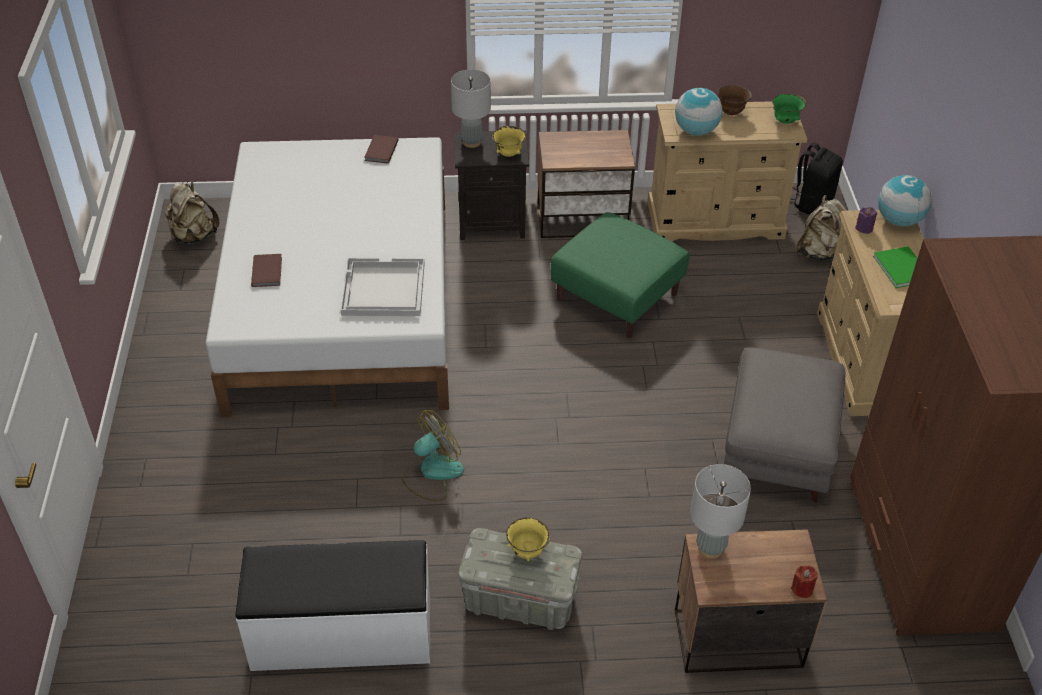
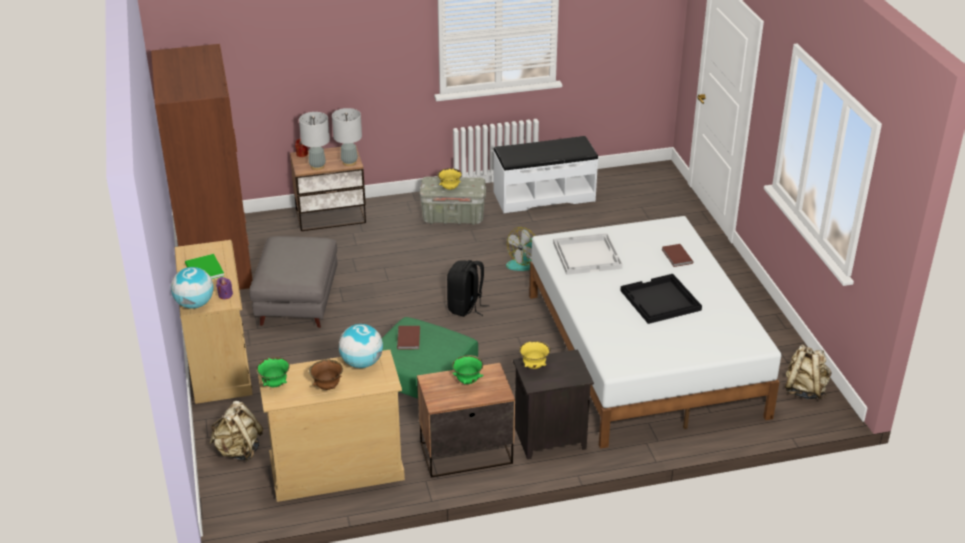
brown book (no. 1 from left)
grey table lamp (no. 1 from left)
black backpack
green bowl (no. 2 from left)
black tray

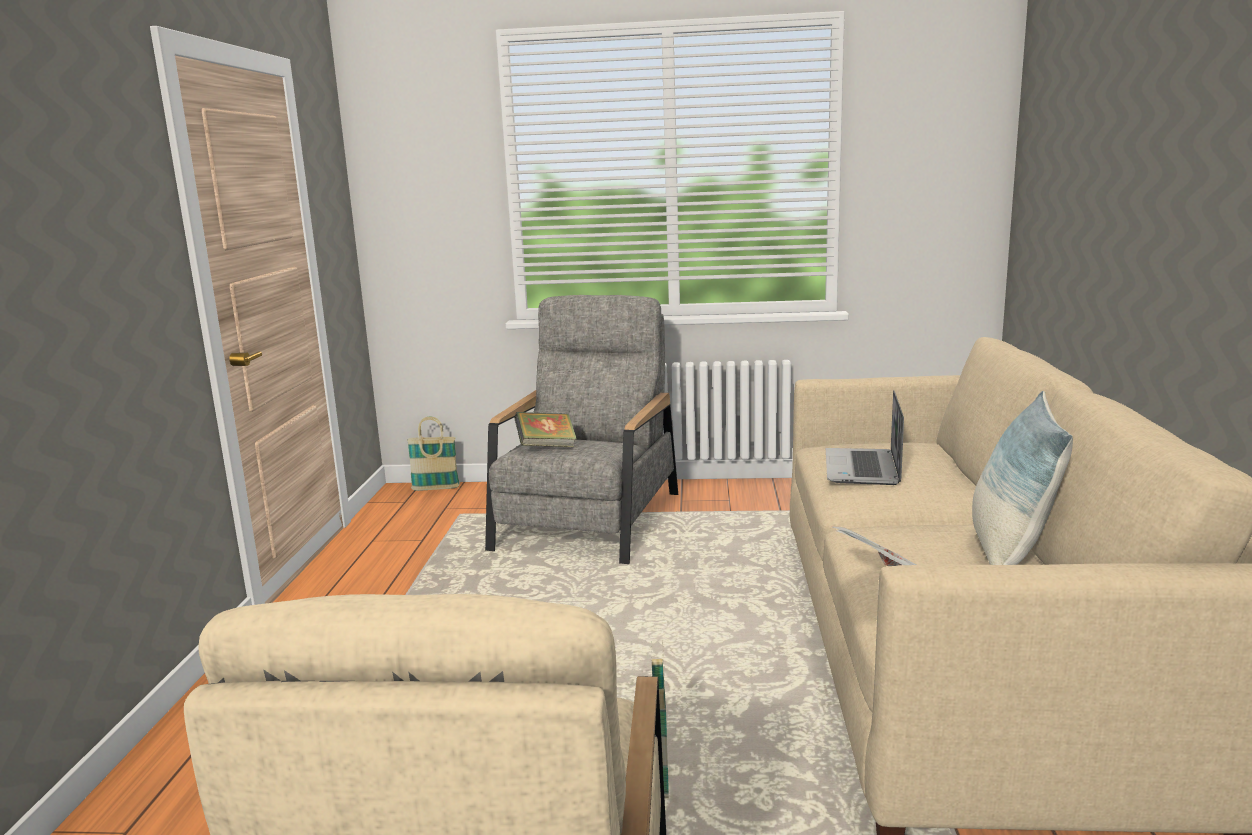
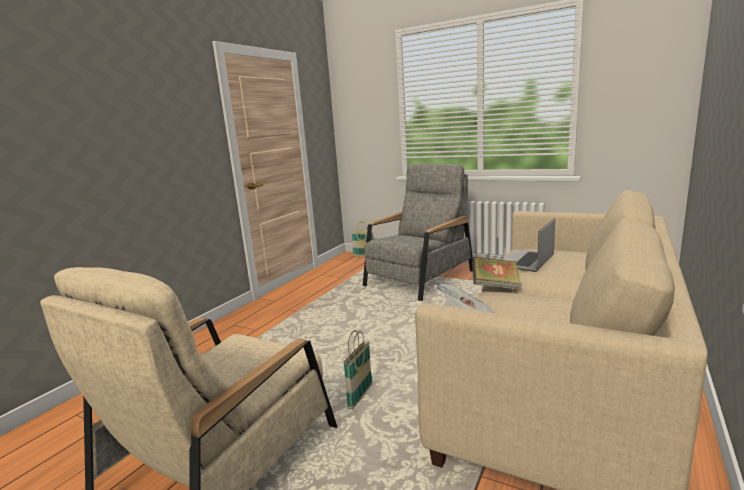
book
pillow

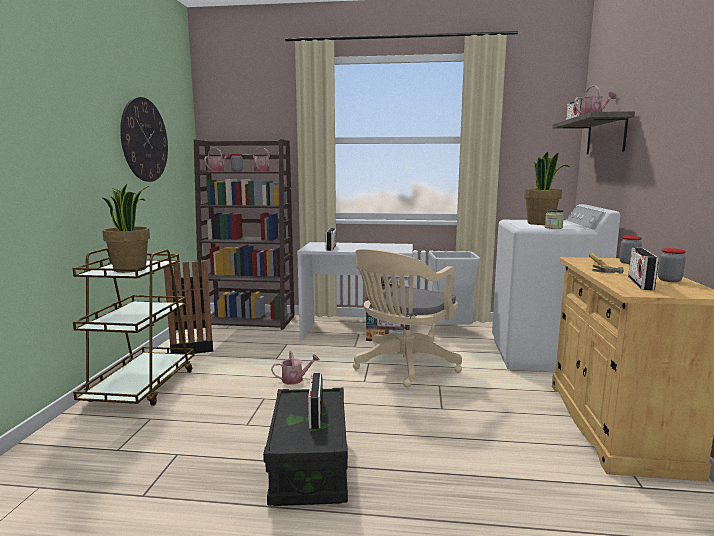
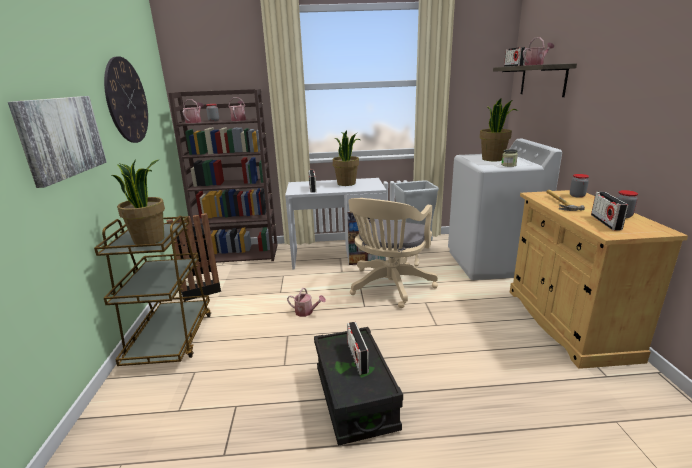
watering can (no. 3 from left)
picture
potted plant (no. 2 from left)

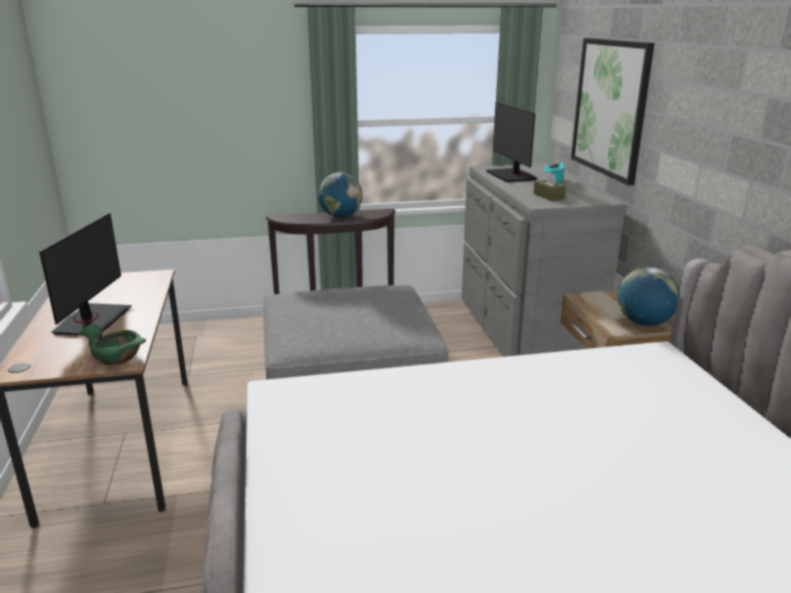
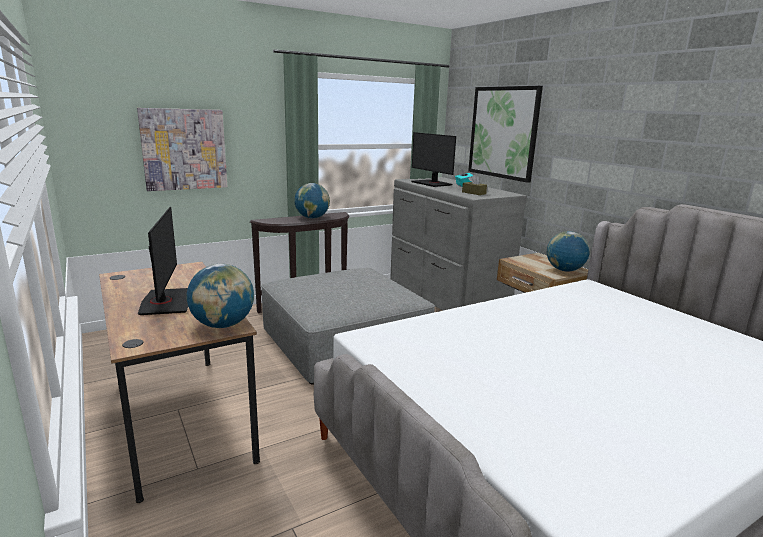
globe (no. 1 from left)
picture (no. 1 from left)

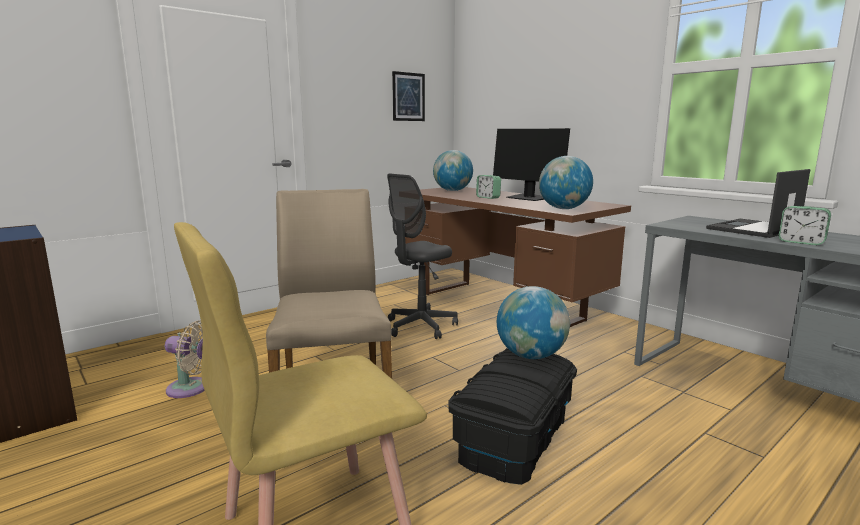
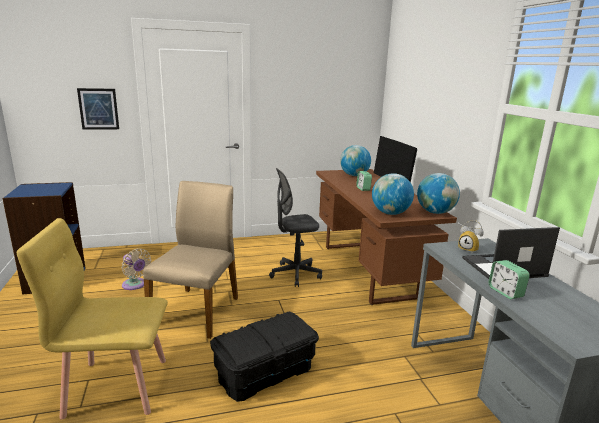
picture
globe (no. 3 from left)
alarm clock (no. 2 from left)

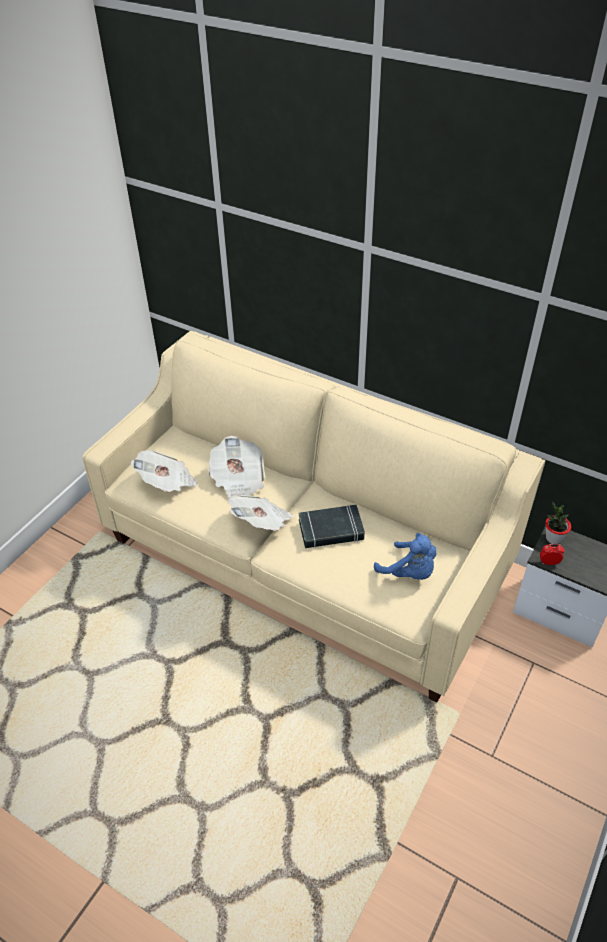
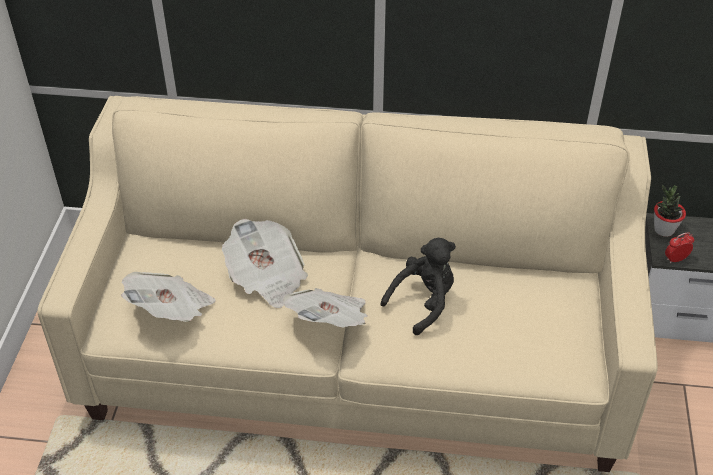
black plush toy
blue plush toy

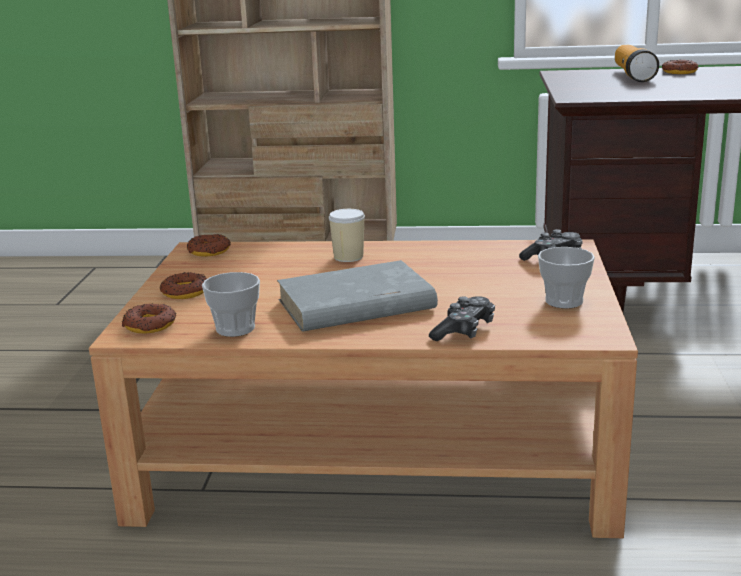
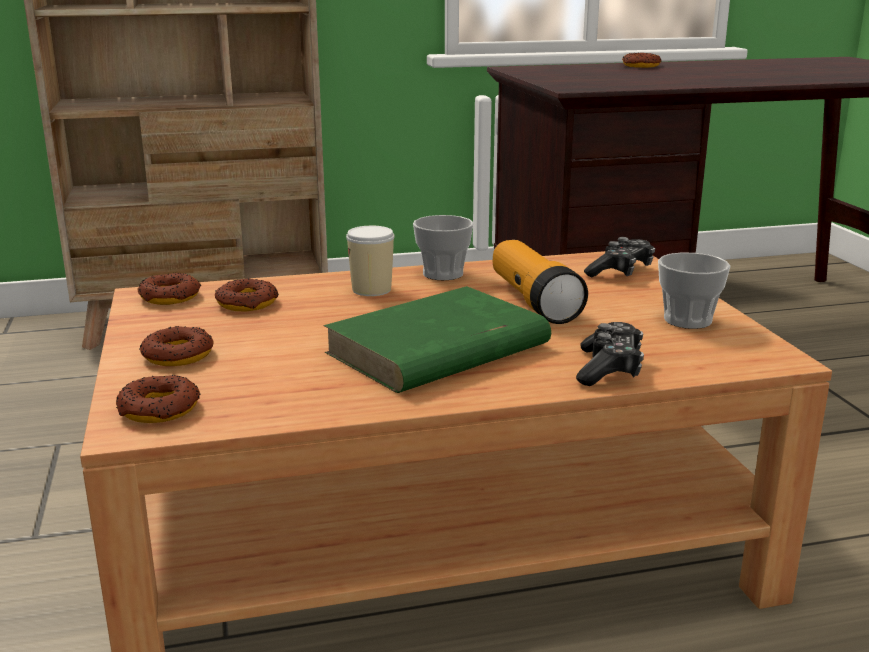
cup (no. 2 from left)
green book
flashlight
donut (no. 4 from left)

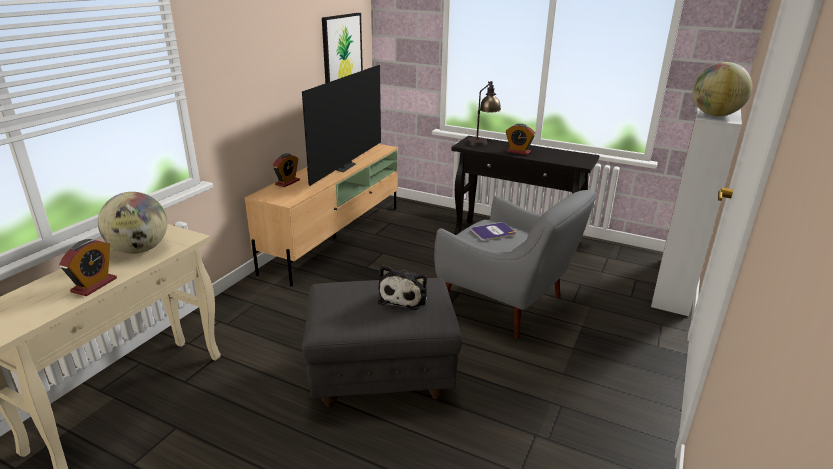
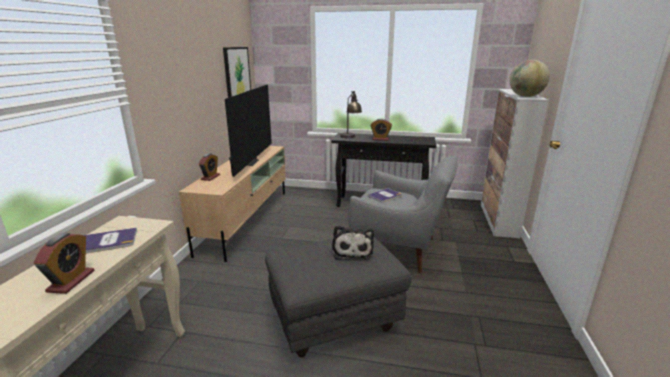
book (no. 1 from left)

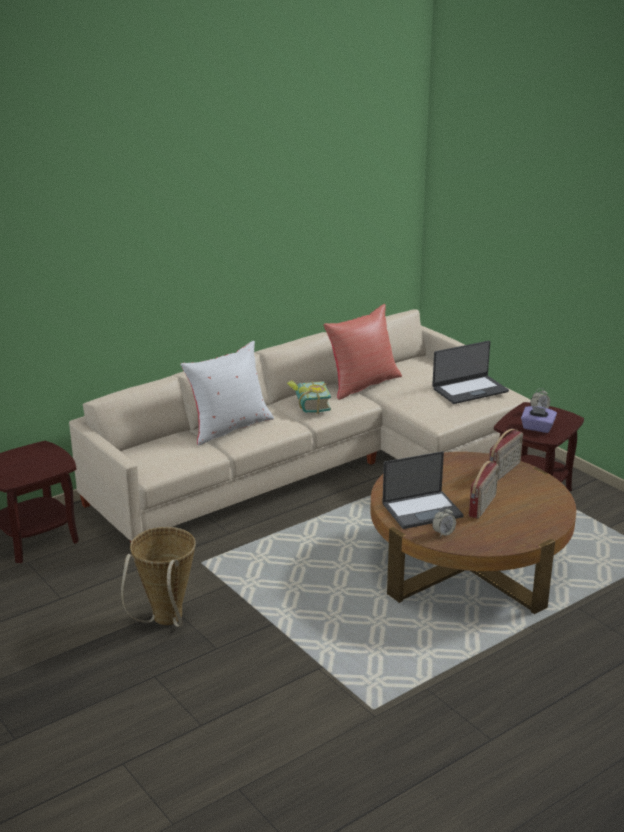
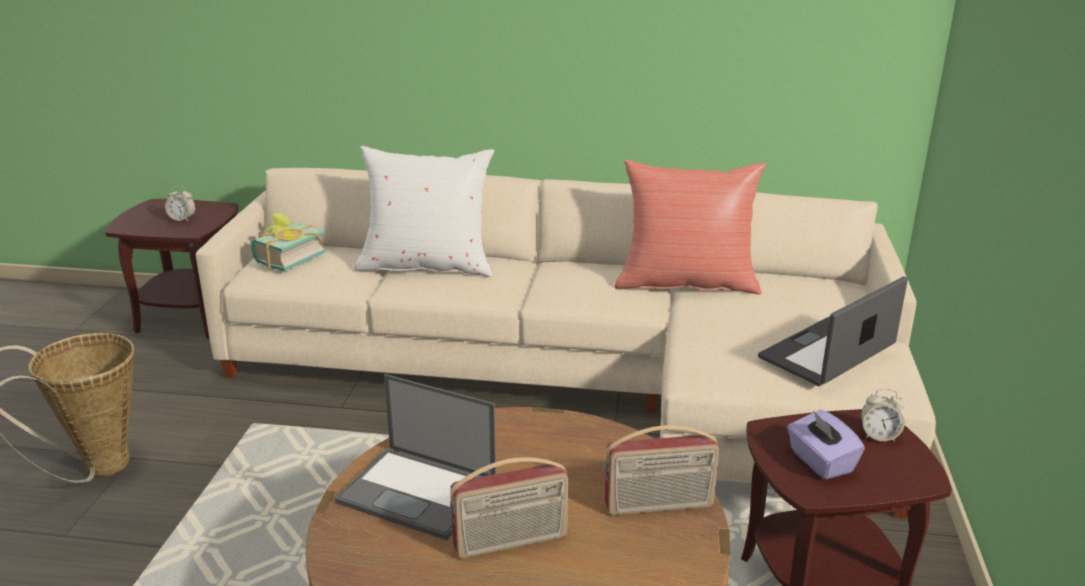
book
laptop (no. 2 from left)
alarm clock (no. 1 from left)

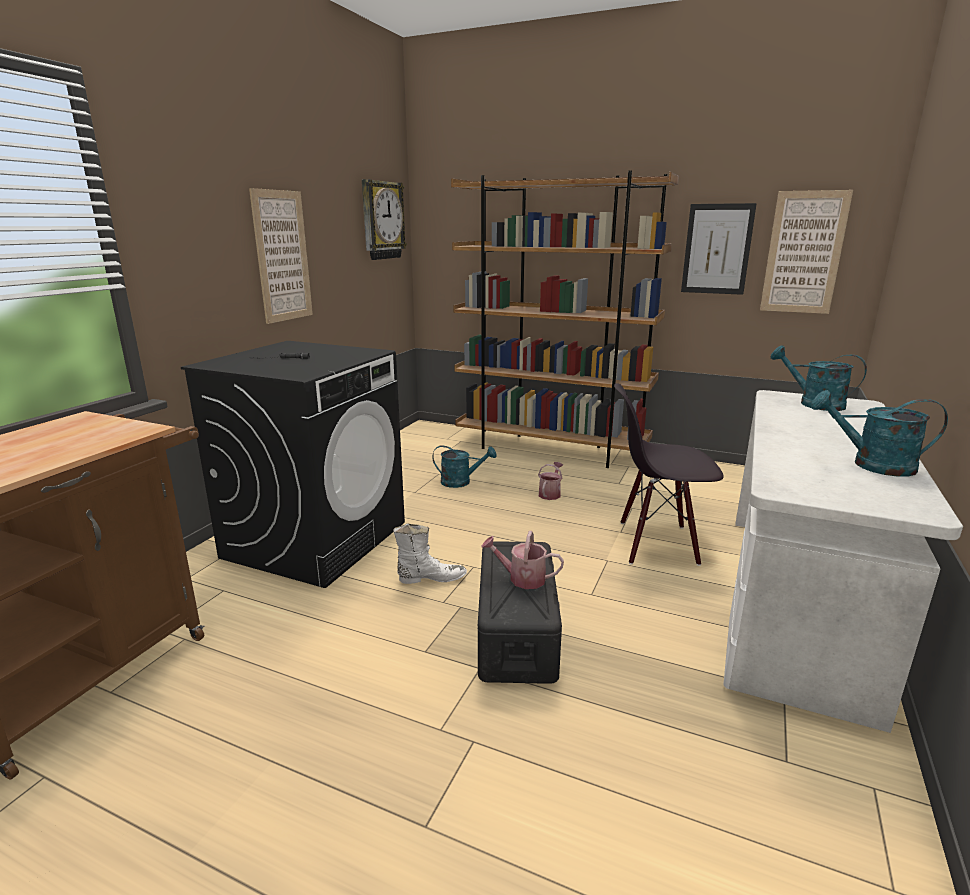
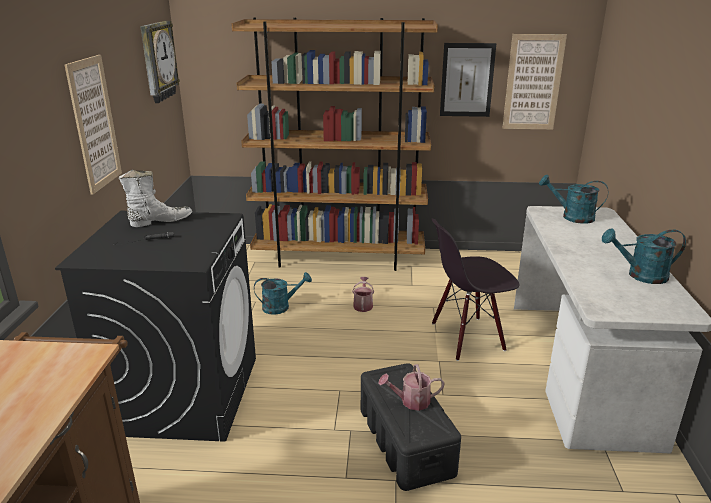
white boot

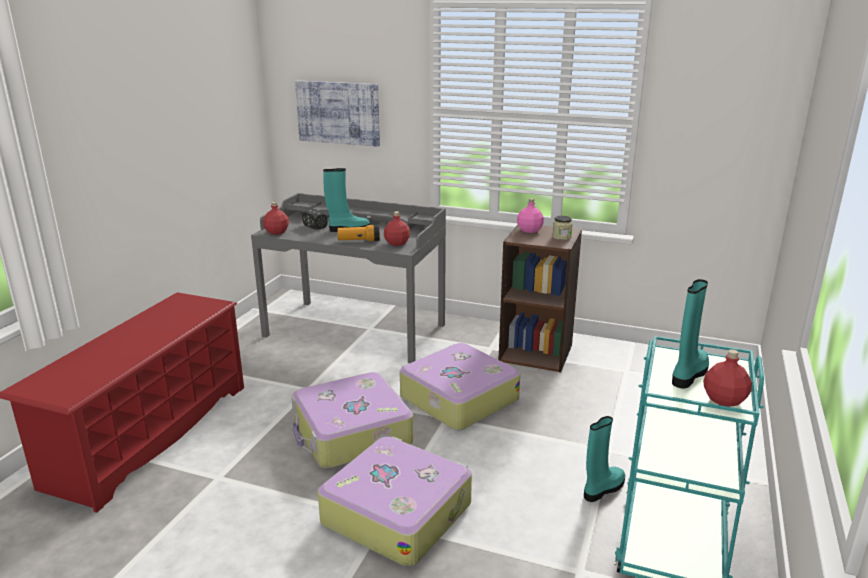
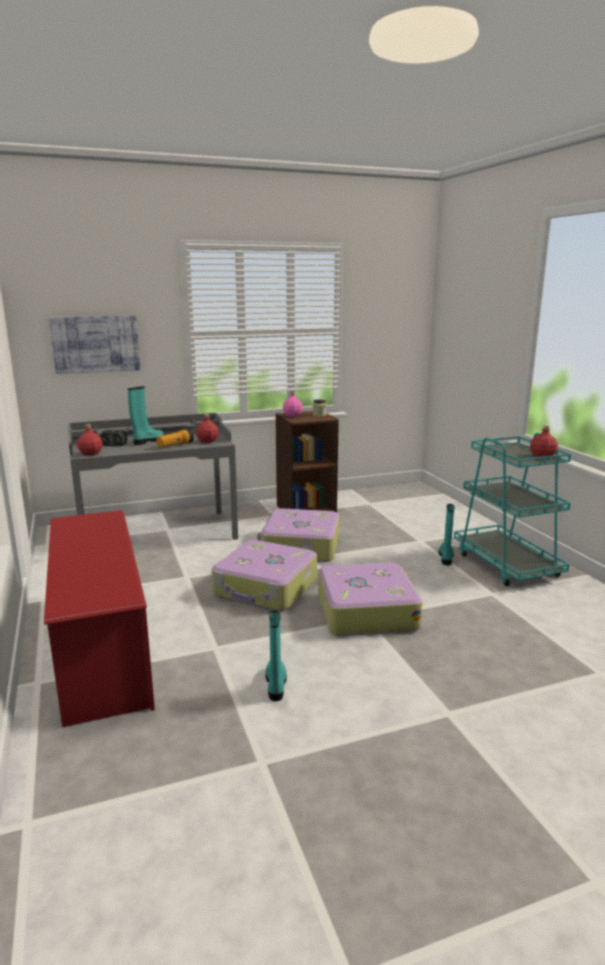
turquoise boot (no. 2 from left)

